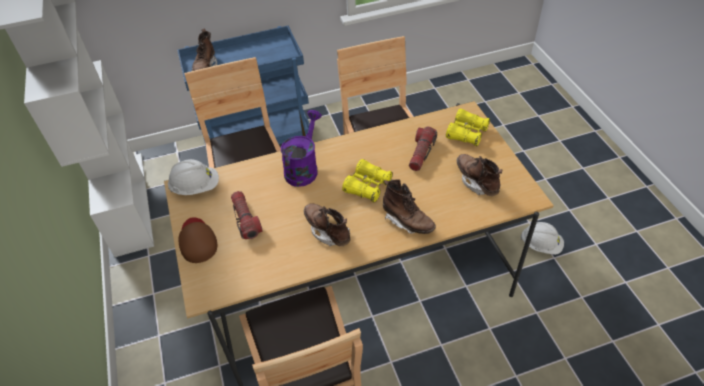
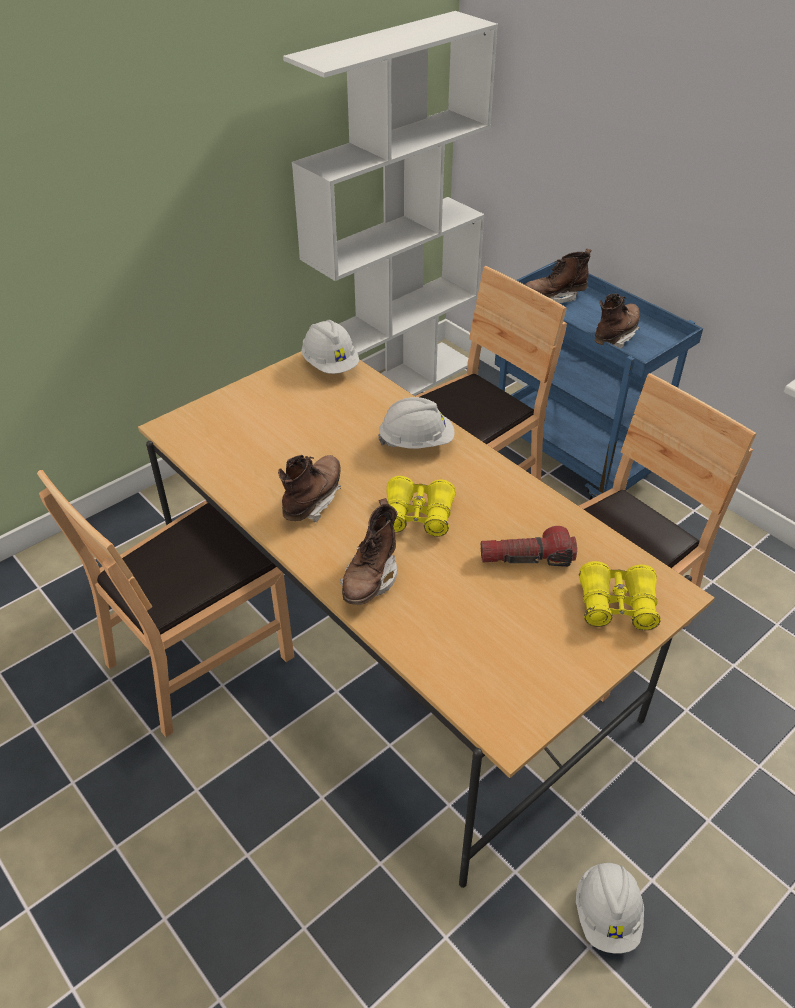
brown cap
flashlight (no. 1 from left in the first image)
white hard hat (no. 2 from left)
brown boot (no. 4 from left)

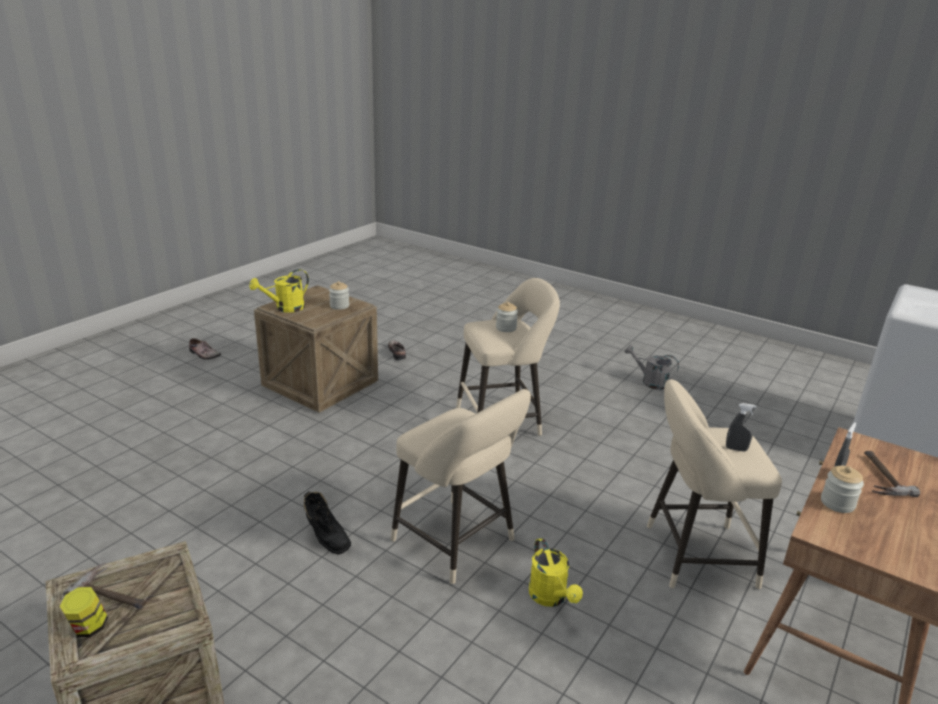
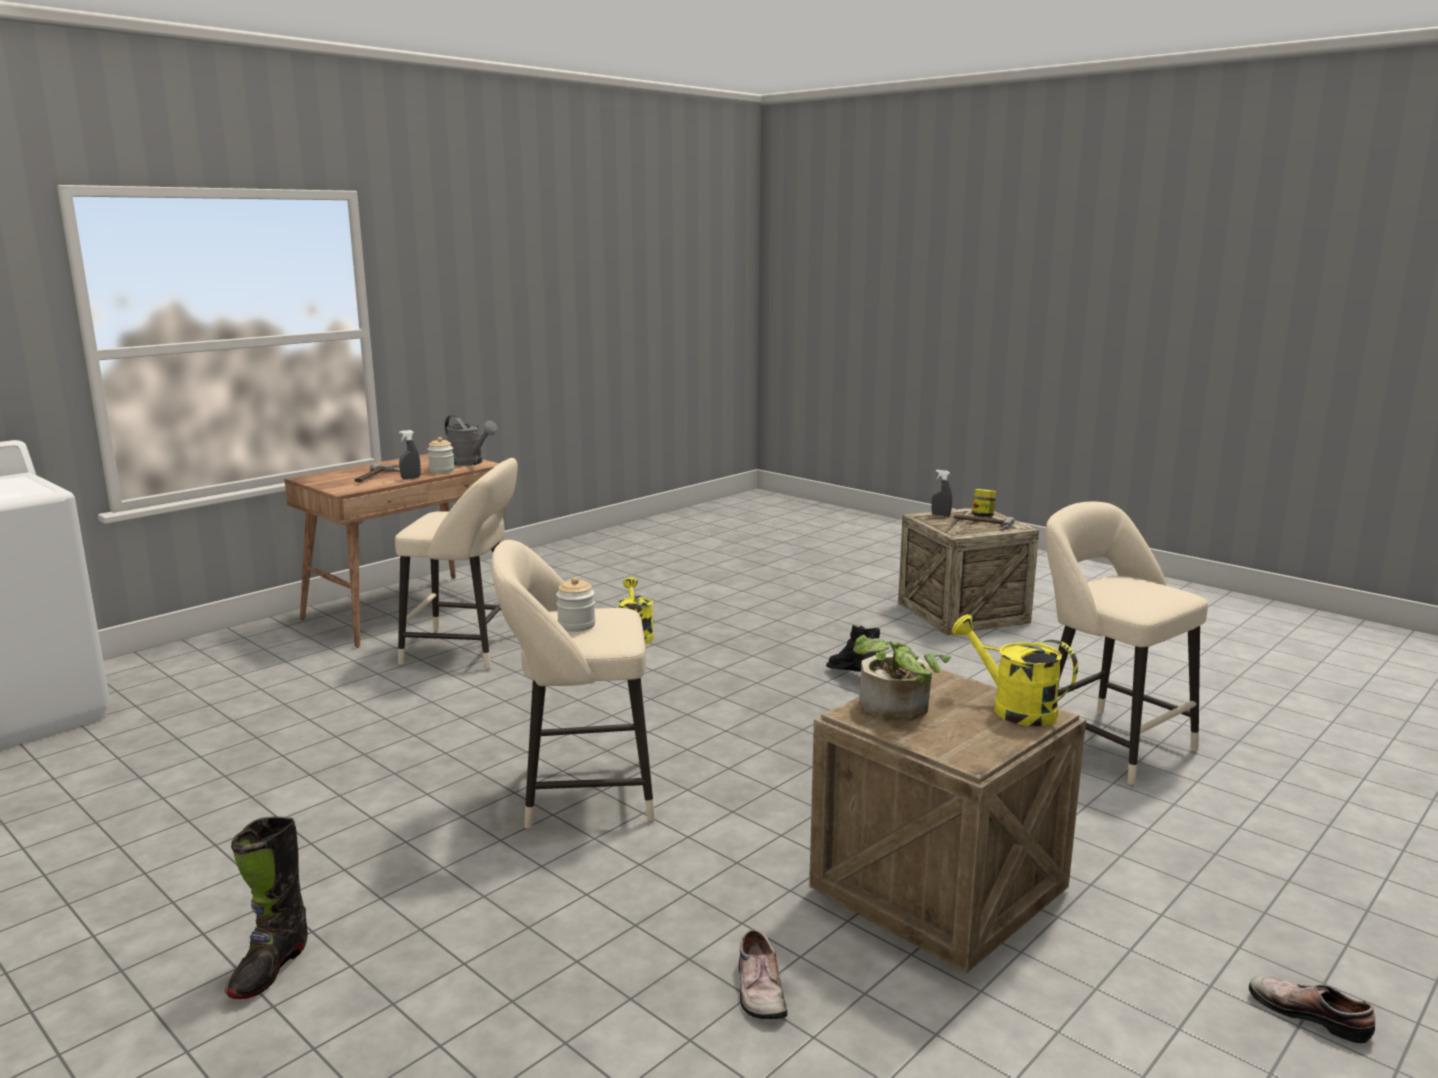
yellow watering can (no. 2 from left)
potted plant
beige stool (no. 3 from left)
grey watering can
grey spray bottle (no. 2 from left)
black boot (no. 1 from left)

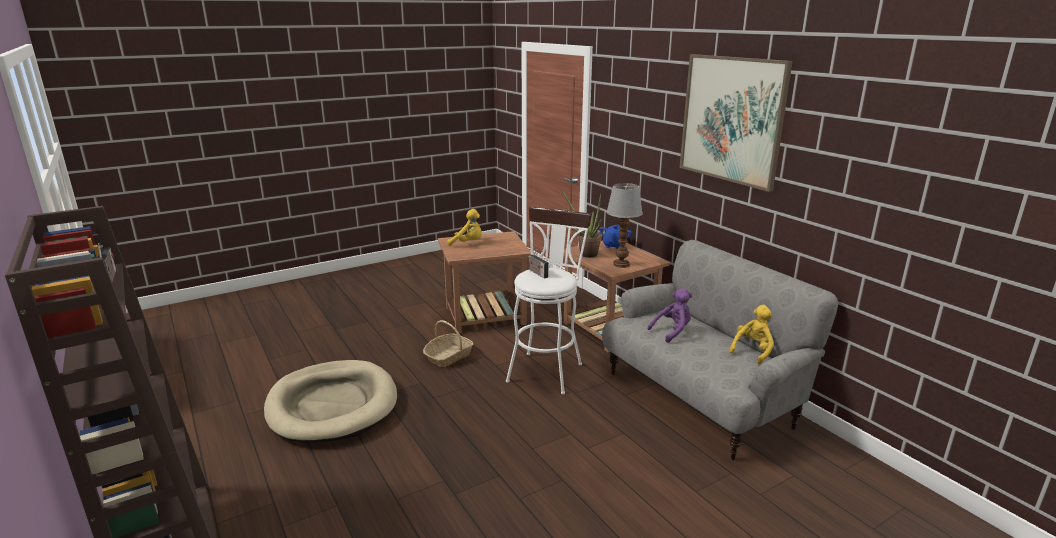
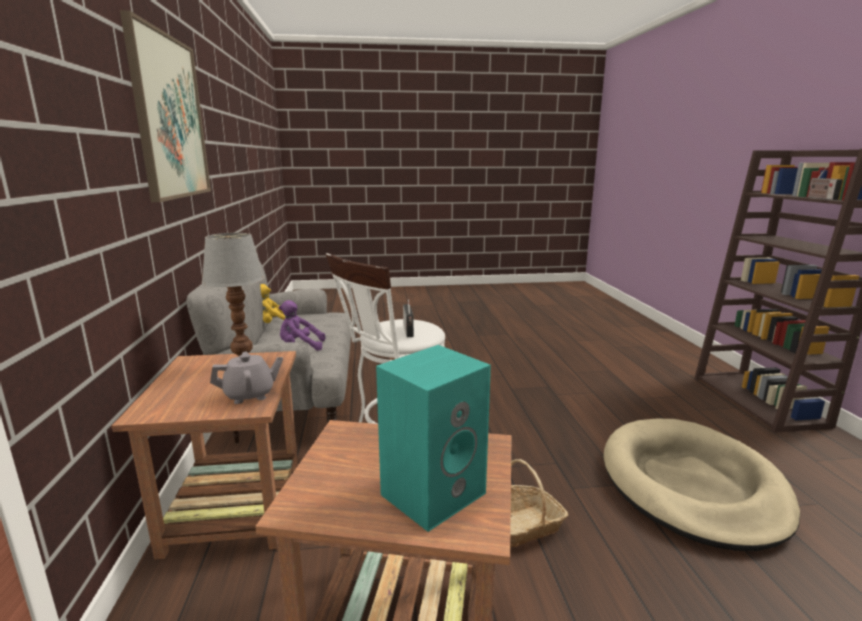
turquoise speaker
grey teapot
blue teapot

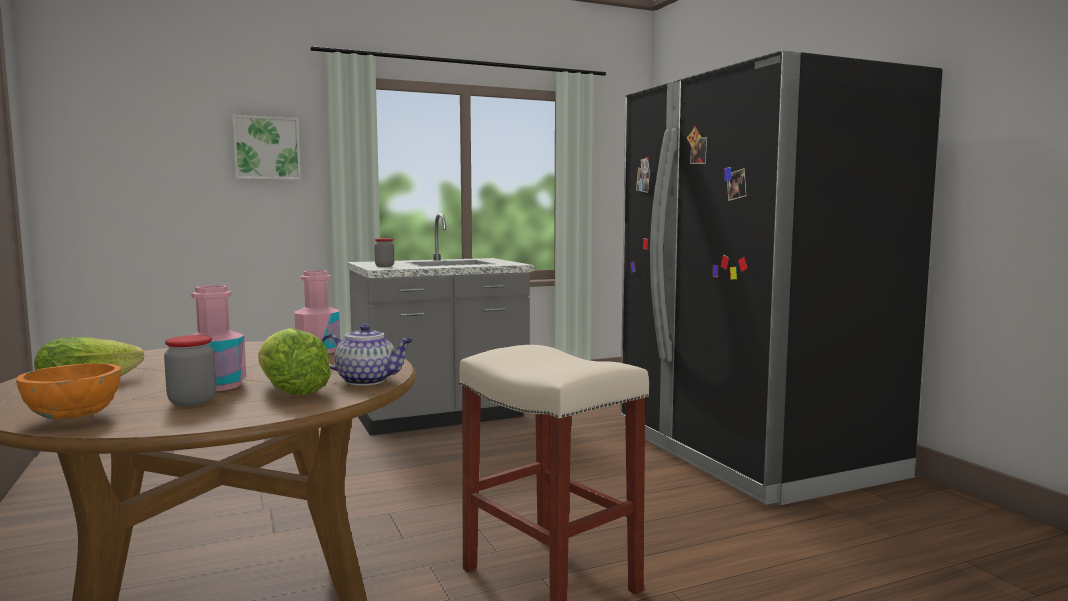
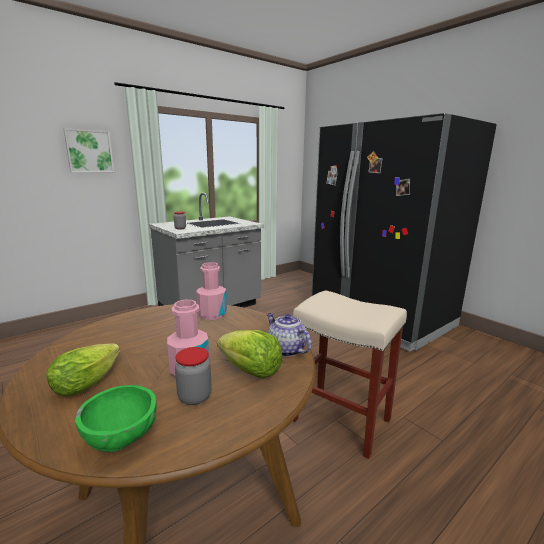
green bowl
teapot

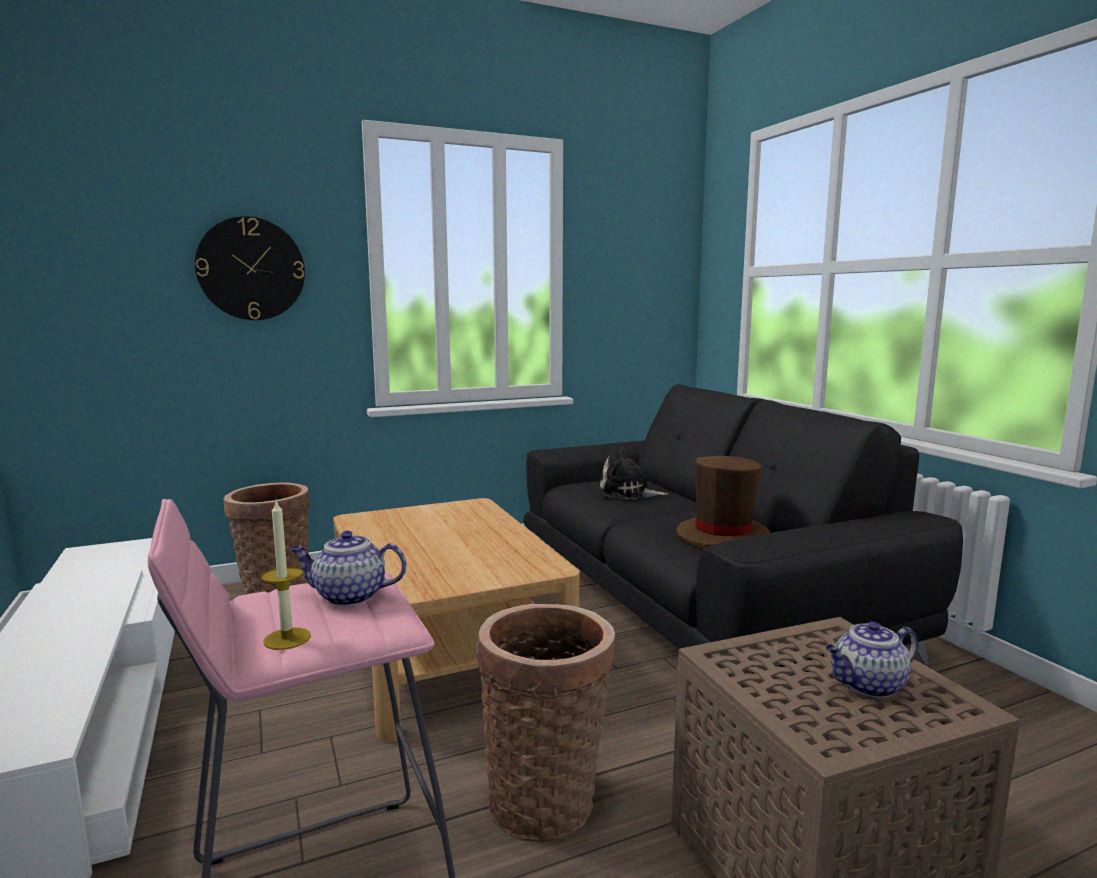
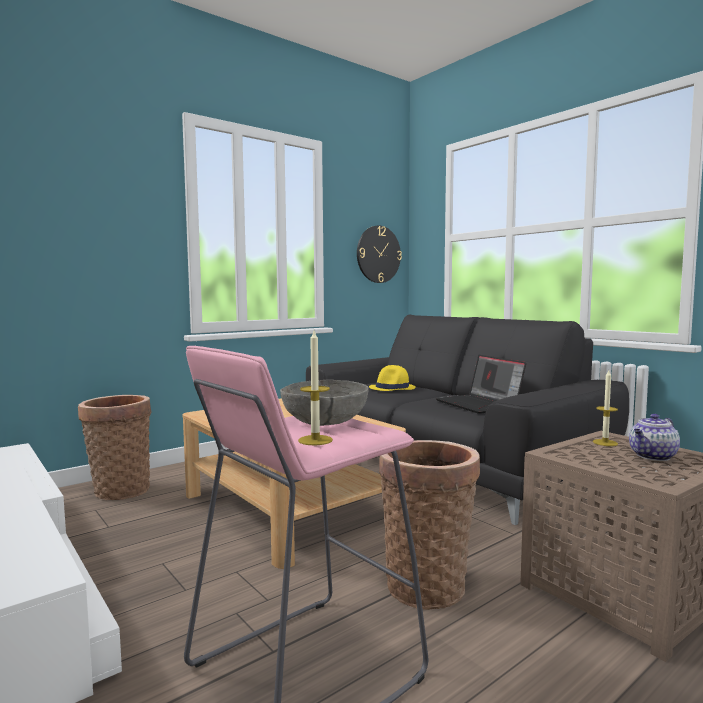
wall clock
grey bowl
yellow hat
laptop
candle (no. 2 from left)

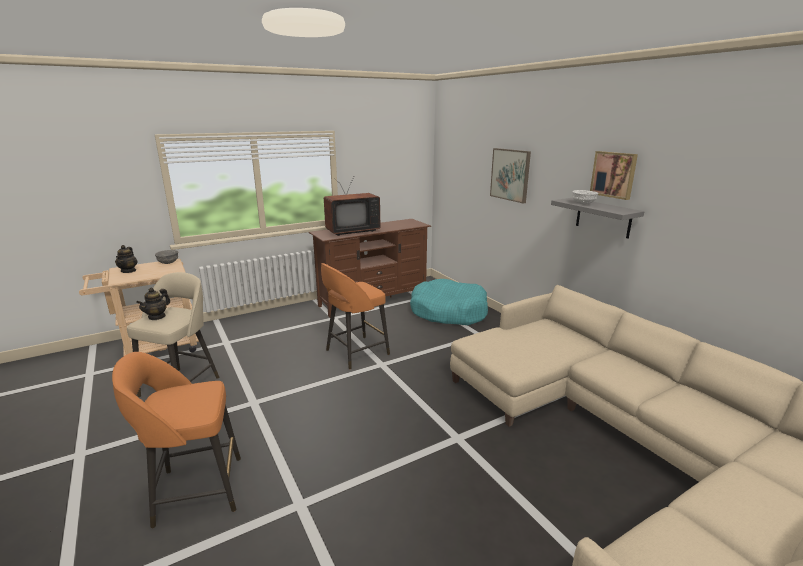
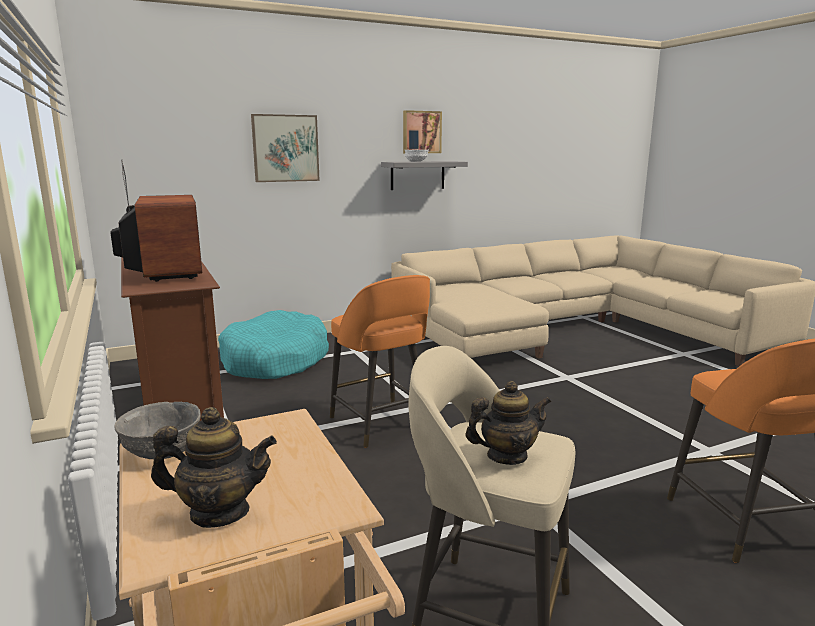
teapot (no. 2 from left)

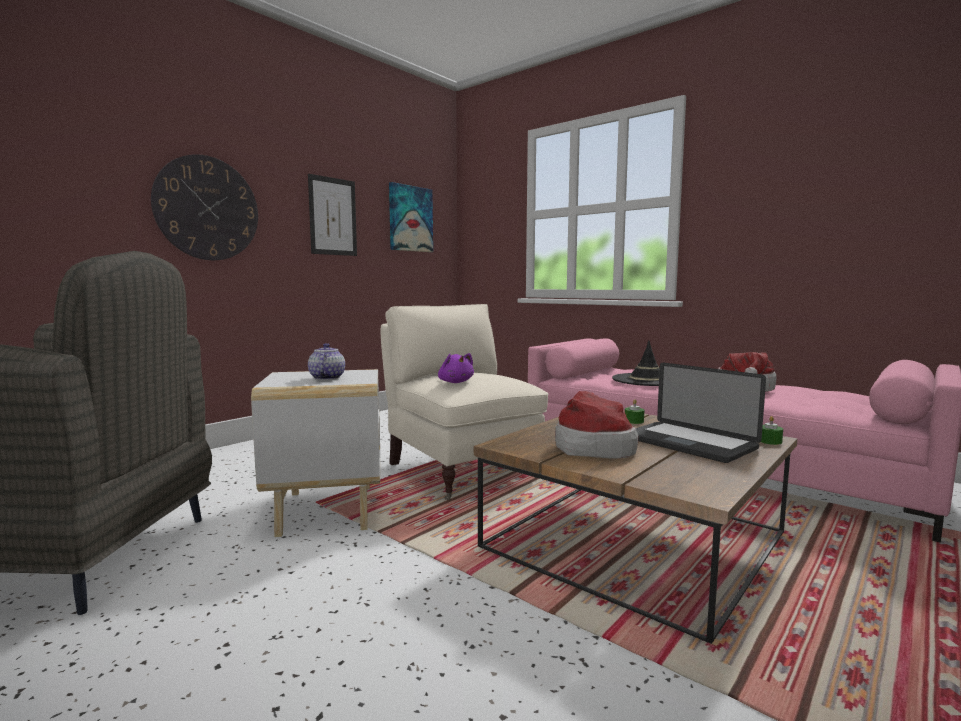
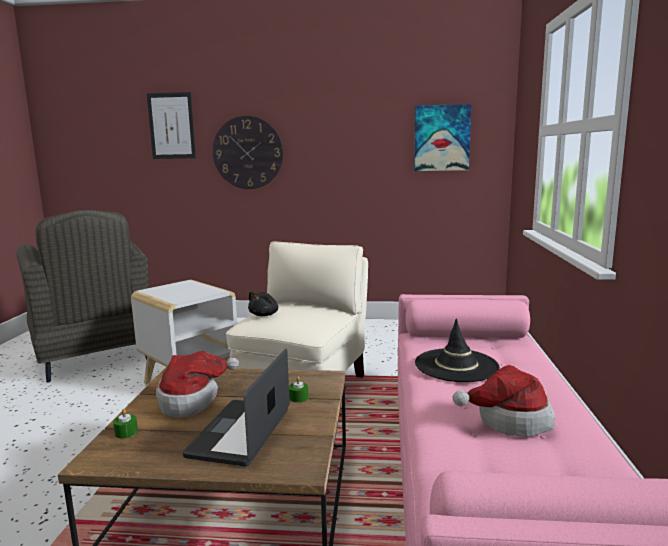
picture (no. 1 from left)
teapot
black plush toy
green candle (no. 1 from left)

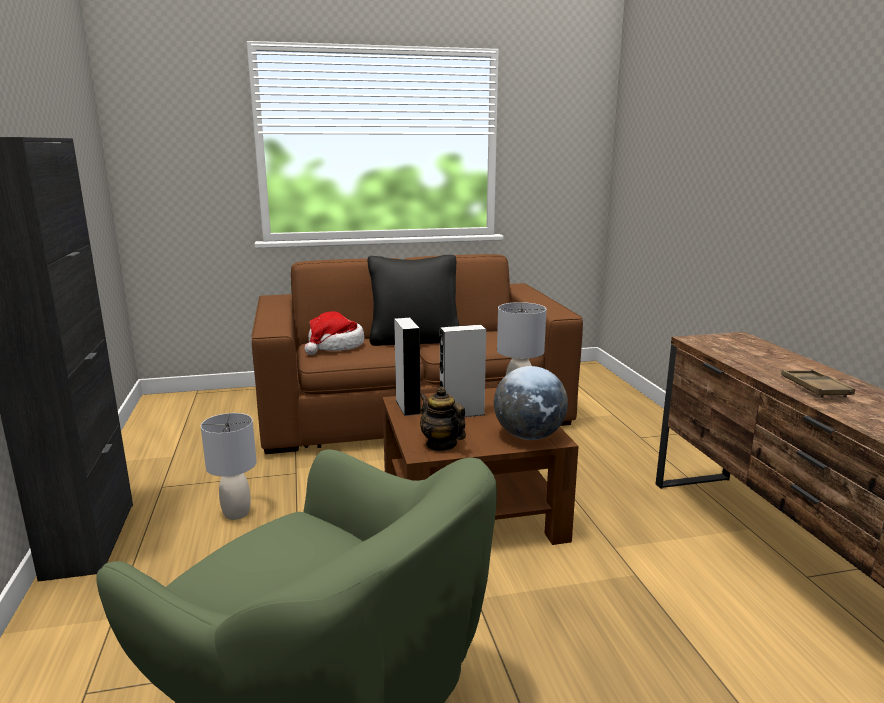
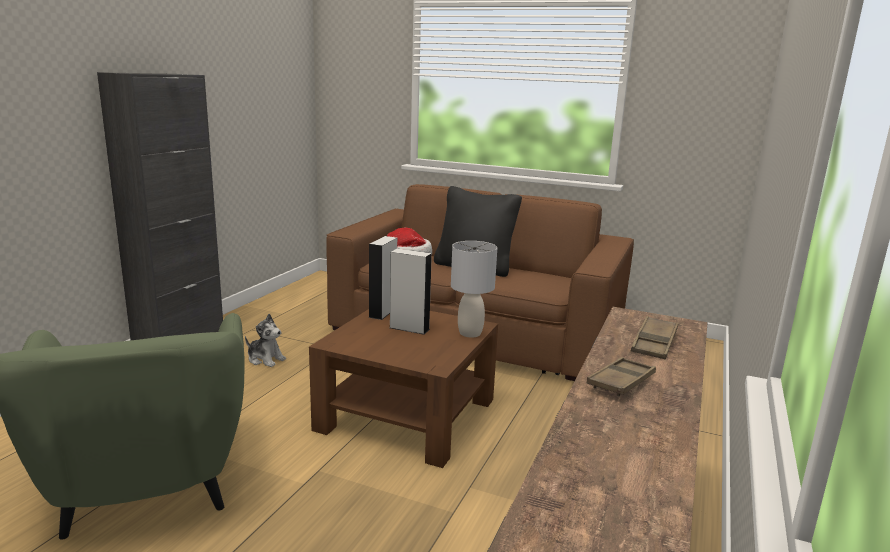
plush toy
teapot
globe
brown tray (no. 2 from left)

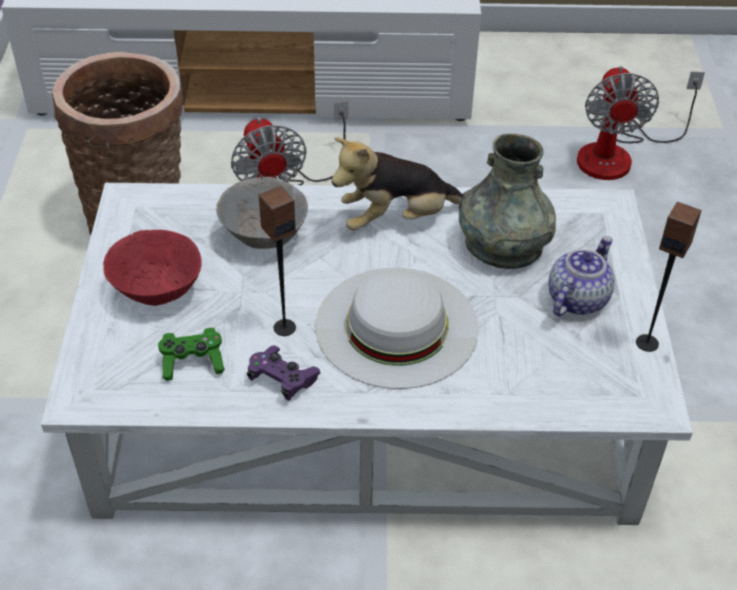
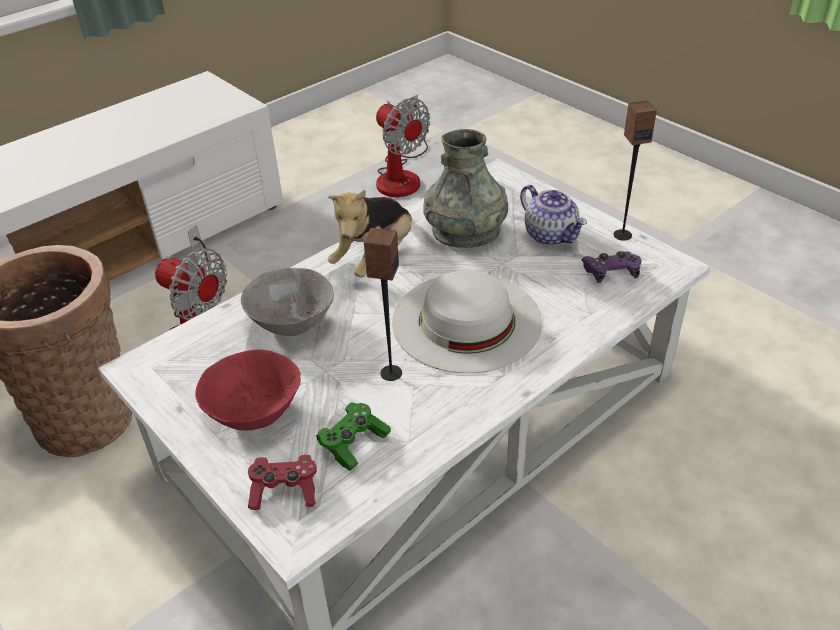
purple game controller
teapot
red game controller

